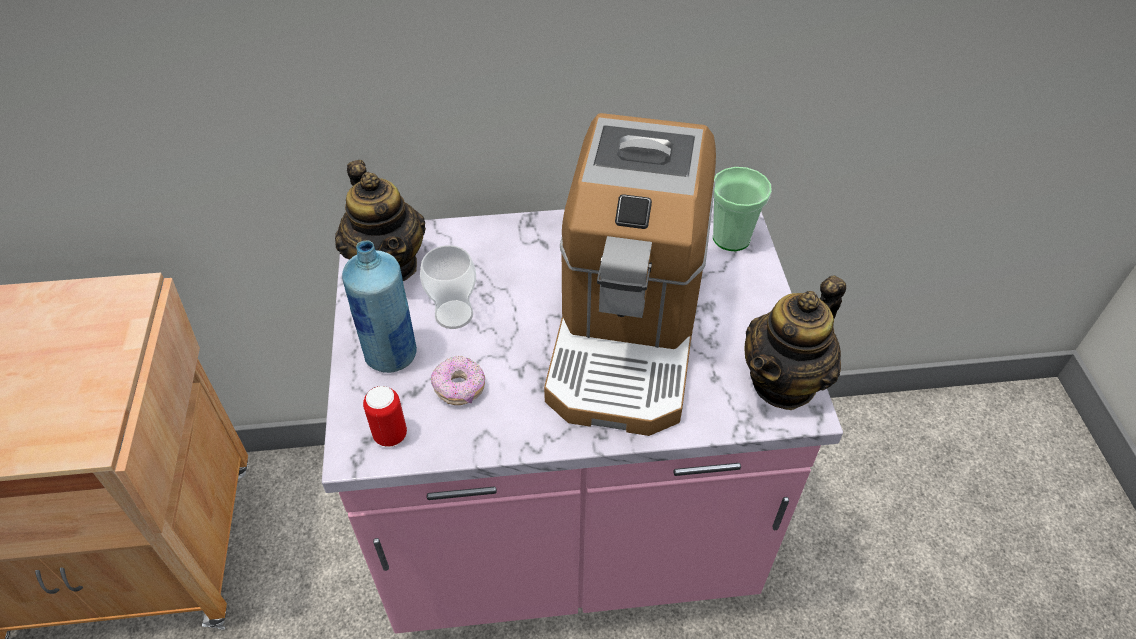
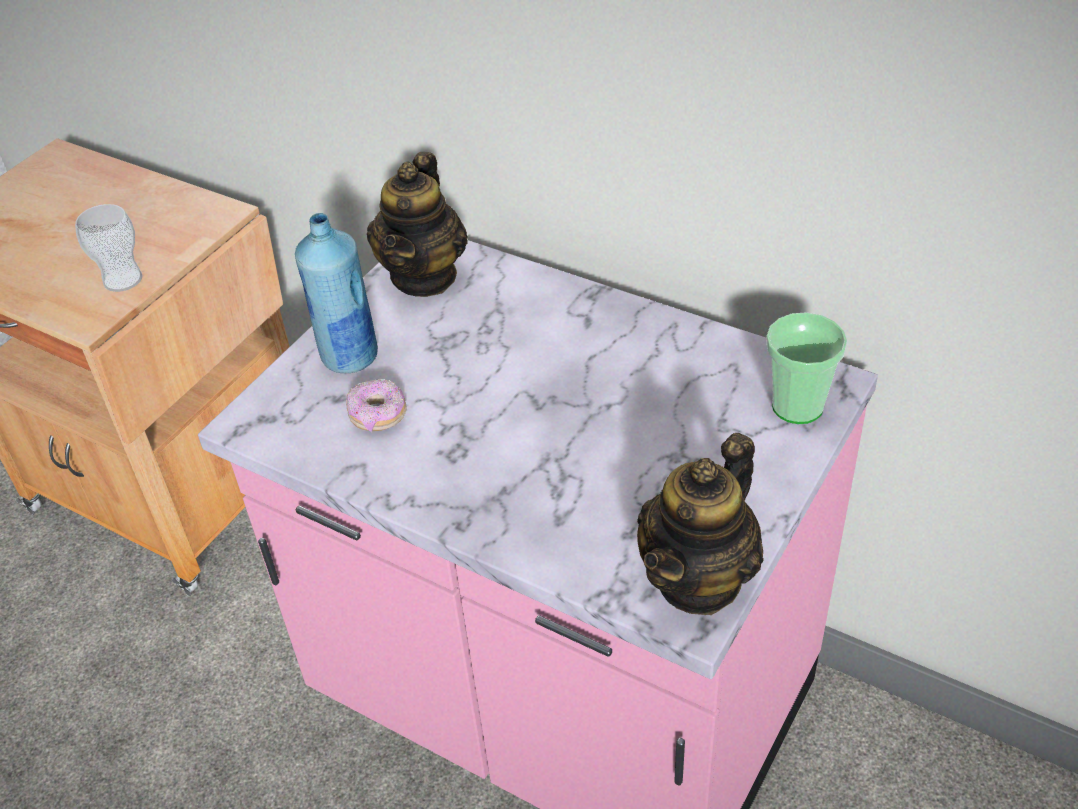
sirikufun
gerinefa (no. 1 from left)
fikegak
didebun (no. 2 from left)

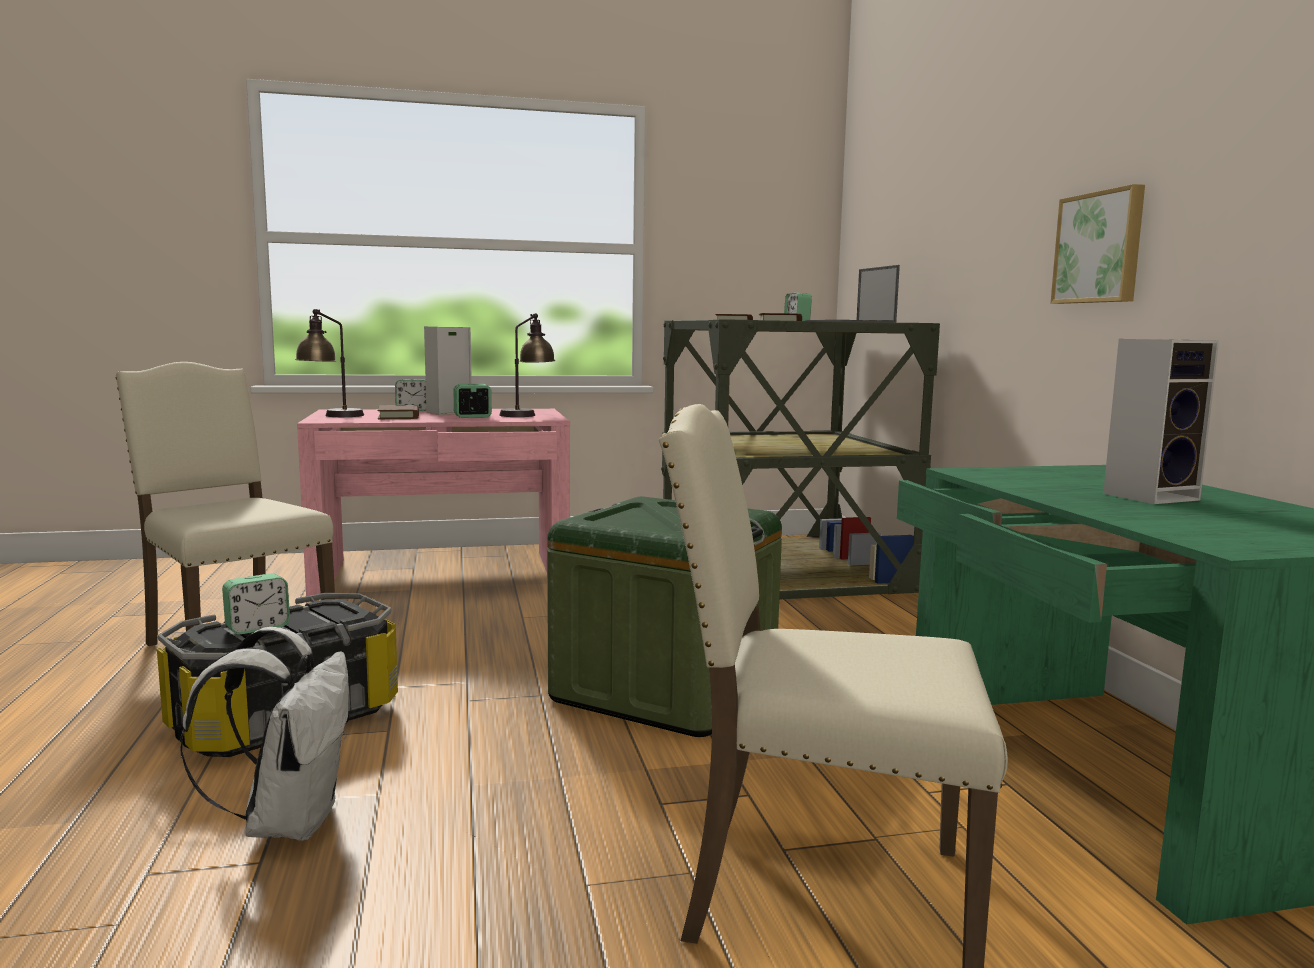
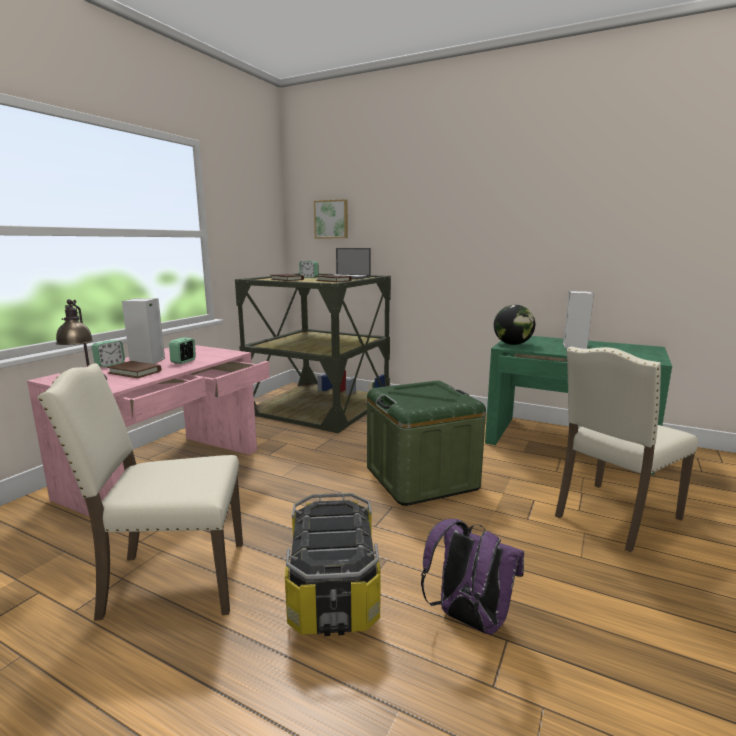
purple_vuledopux
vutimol (no. 1 from left in the first image)
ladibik (no. 2 from left in the first image)
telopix
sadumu

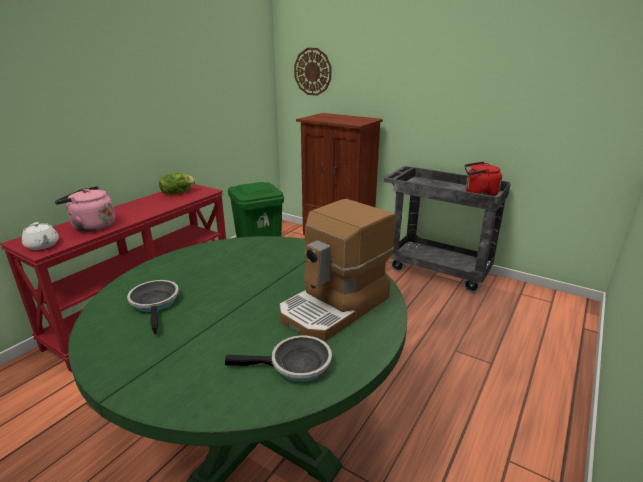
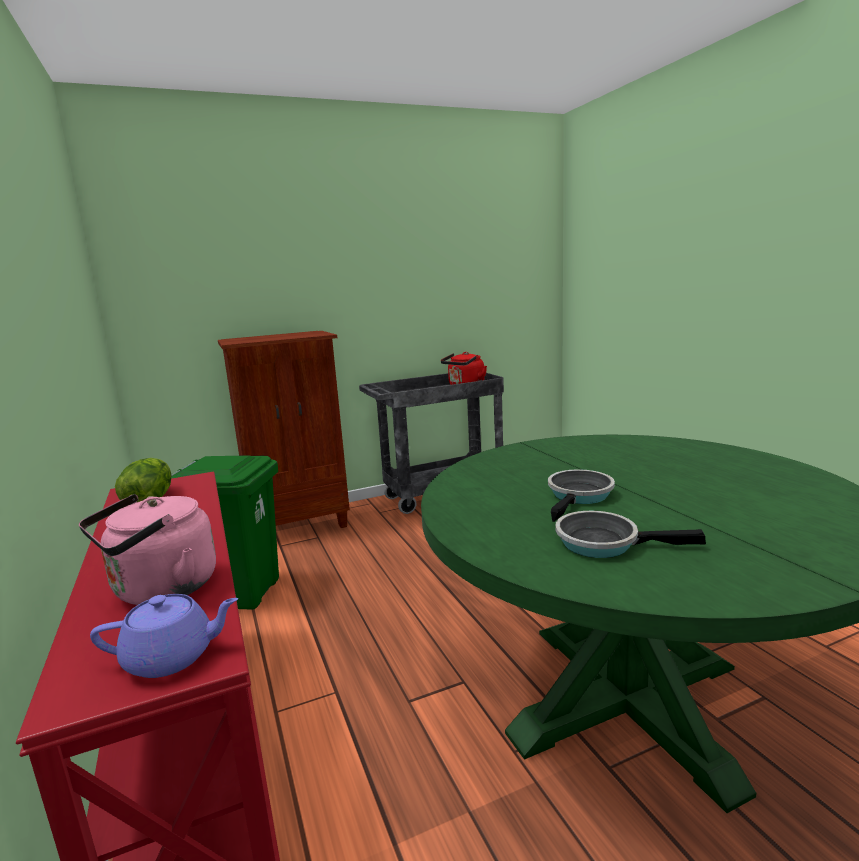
purple_didebun
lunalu (no. 1 from left)
fikegak
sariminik

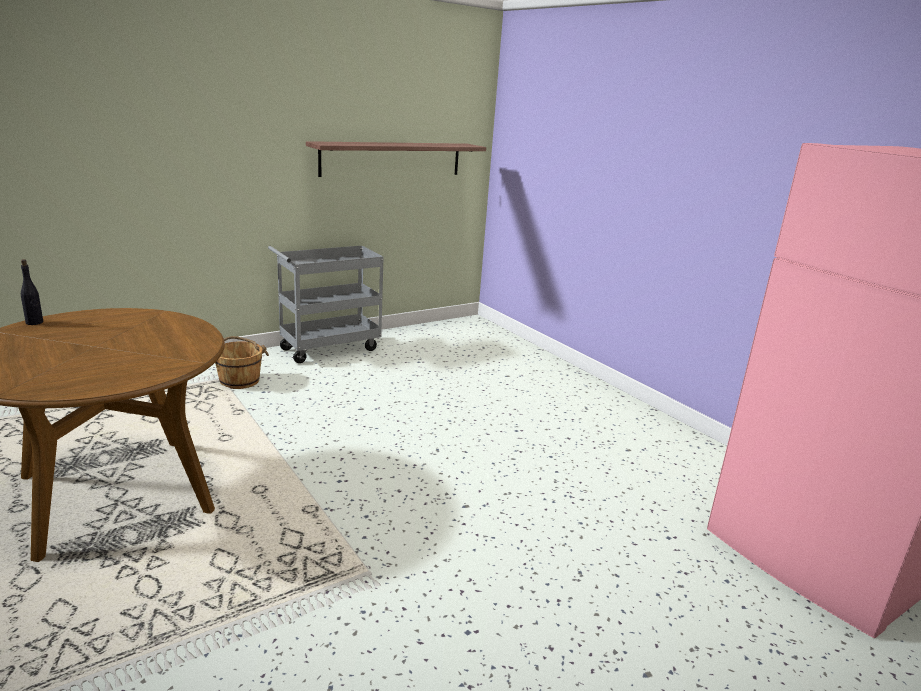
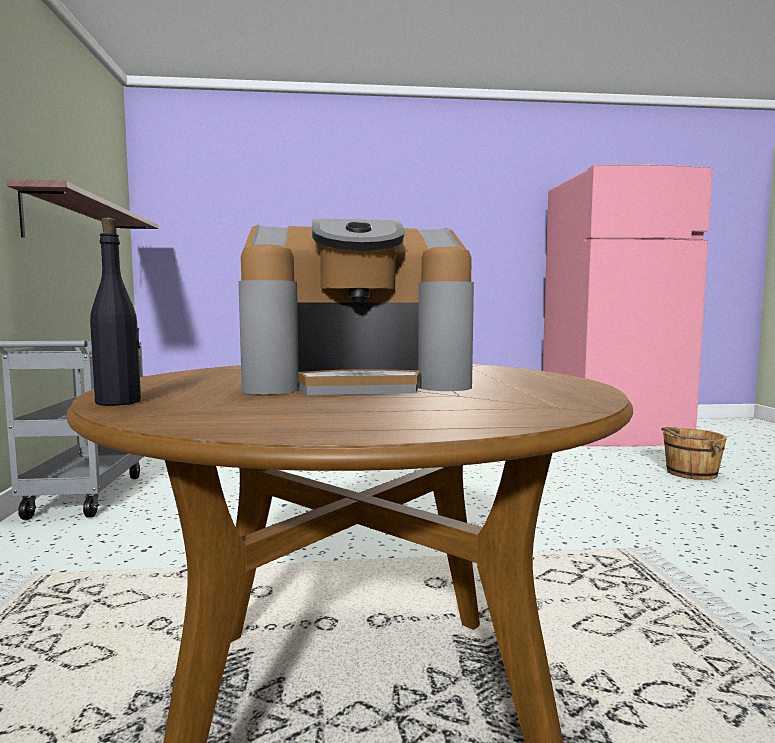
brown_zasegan
fikegak

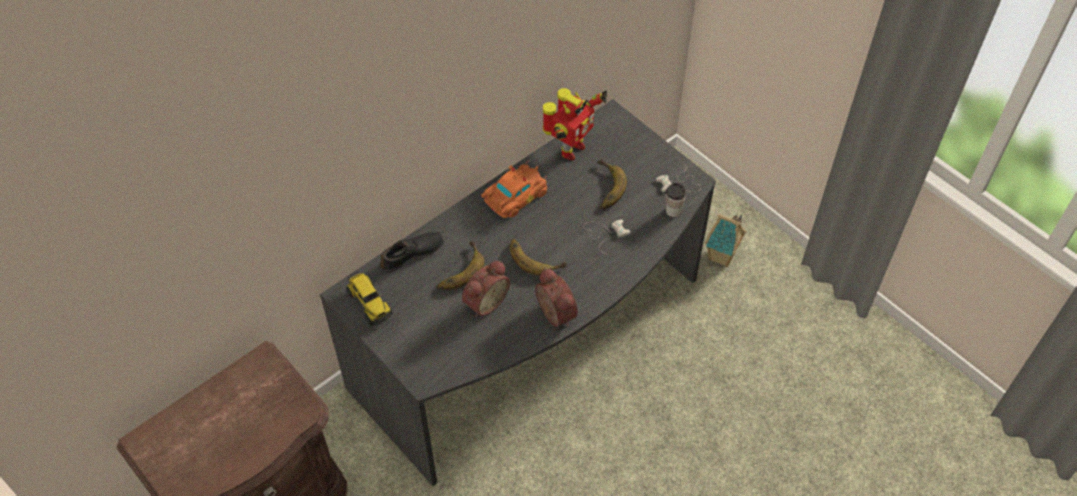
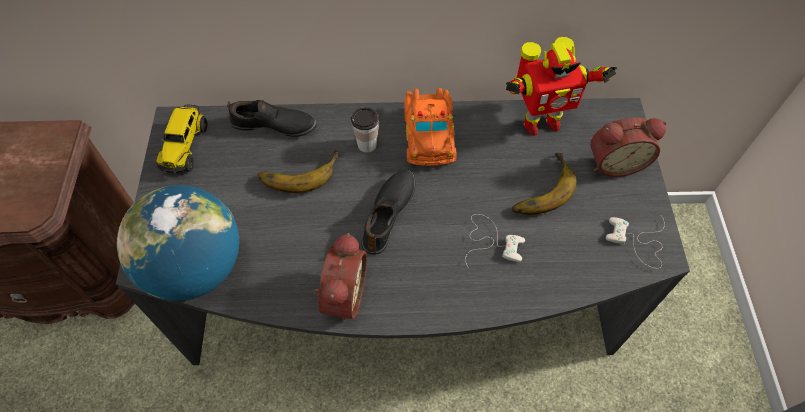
vutimol (no. 2 from left)
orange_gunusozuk
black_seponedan (no. 2 from left)
gerinefa
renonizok
sadumu

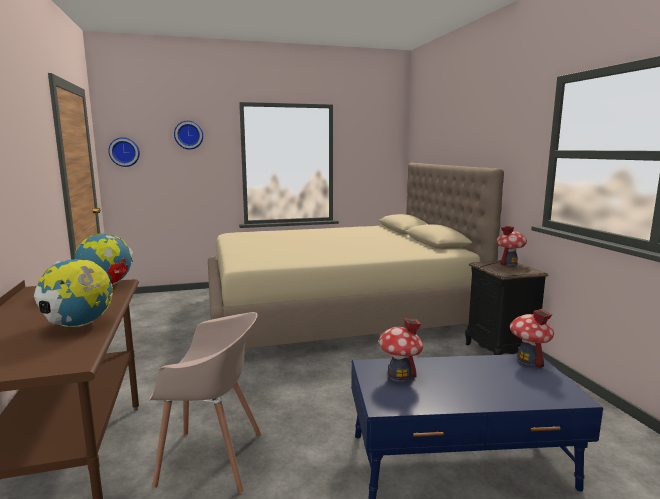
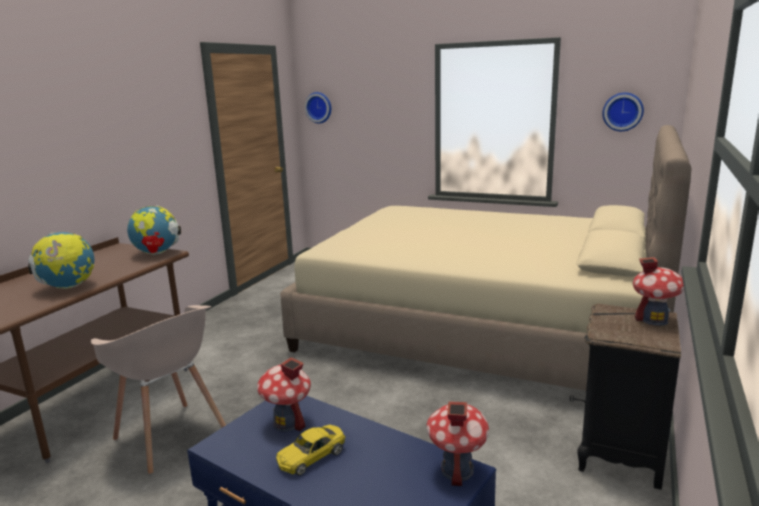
sariminik (no. 2 from left)
yellow_gunusozuk

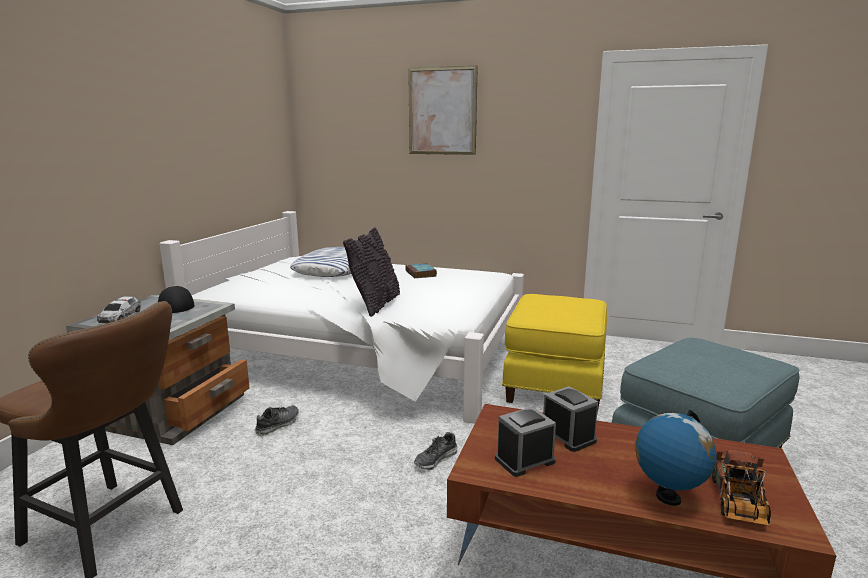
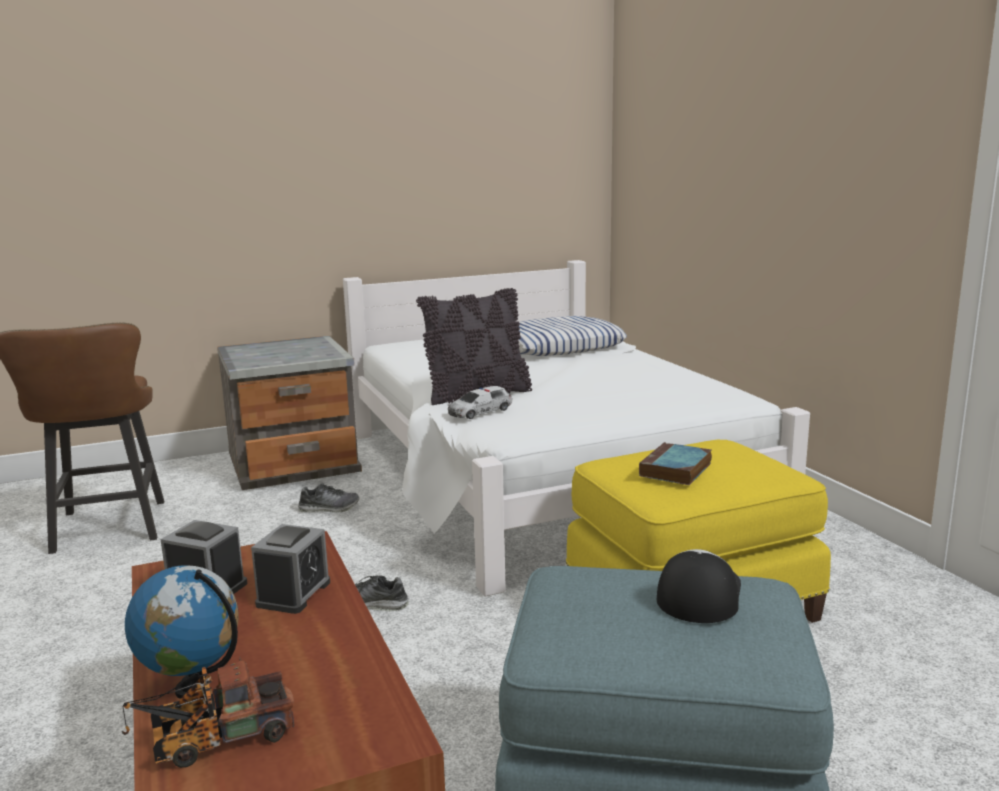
gunusozuk
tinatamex
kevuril
telopix

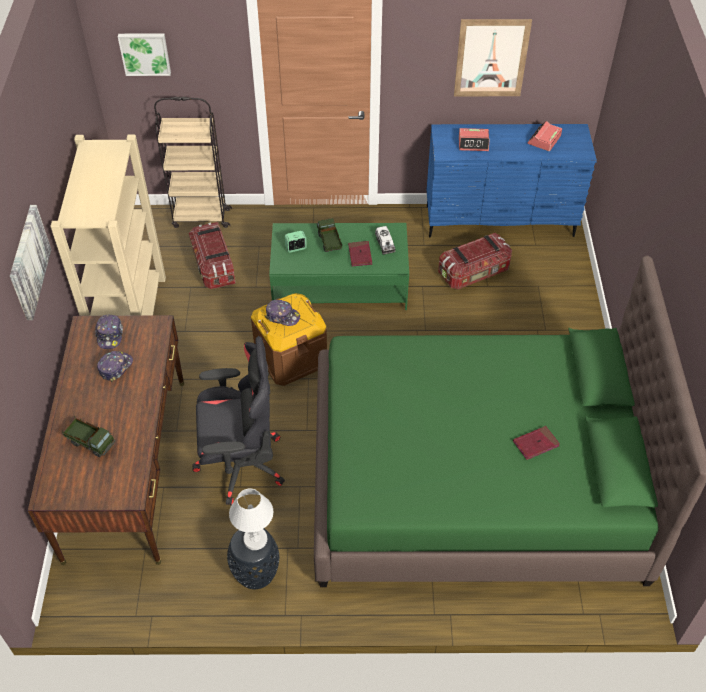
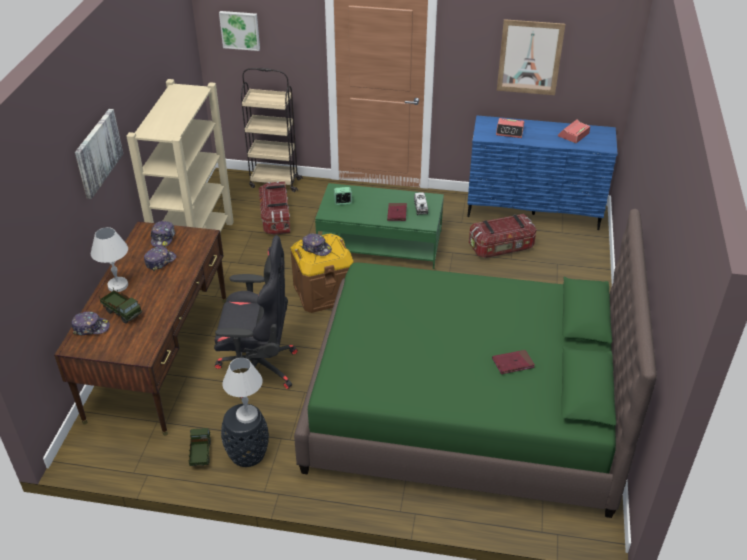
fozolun (no. 2 from left)
tinatamex (no. 1 from left)
white_ladibik (no. 1 from left)

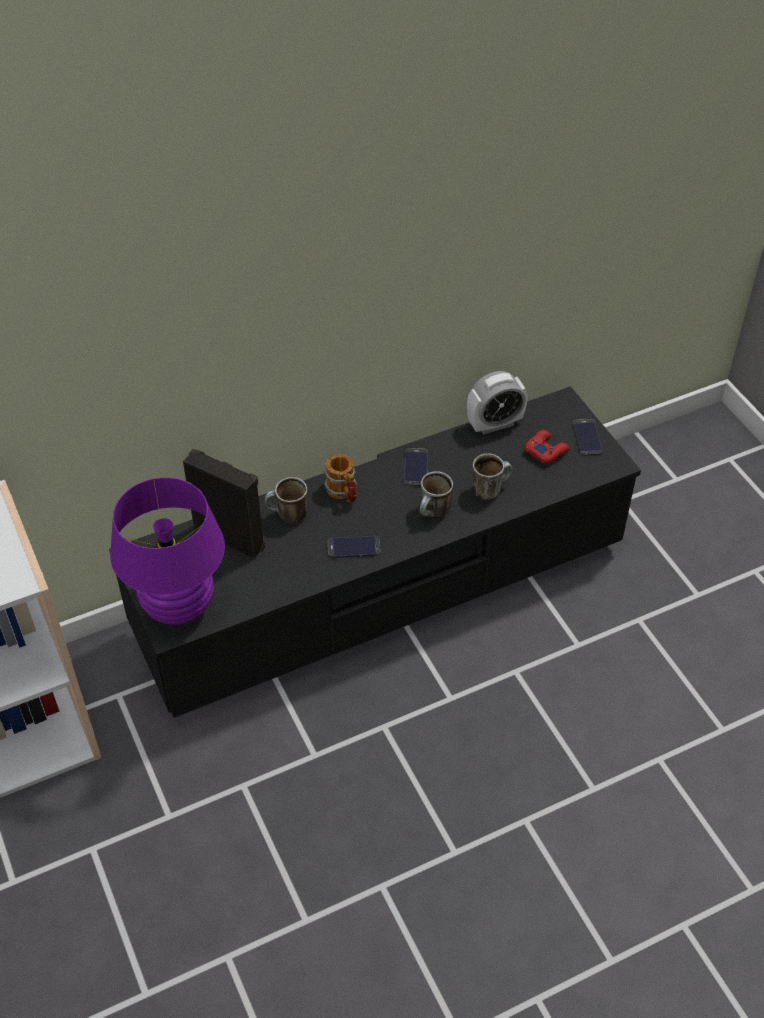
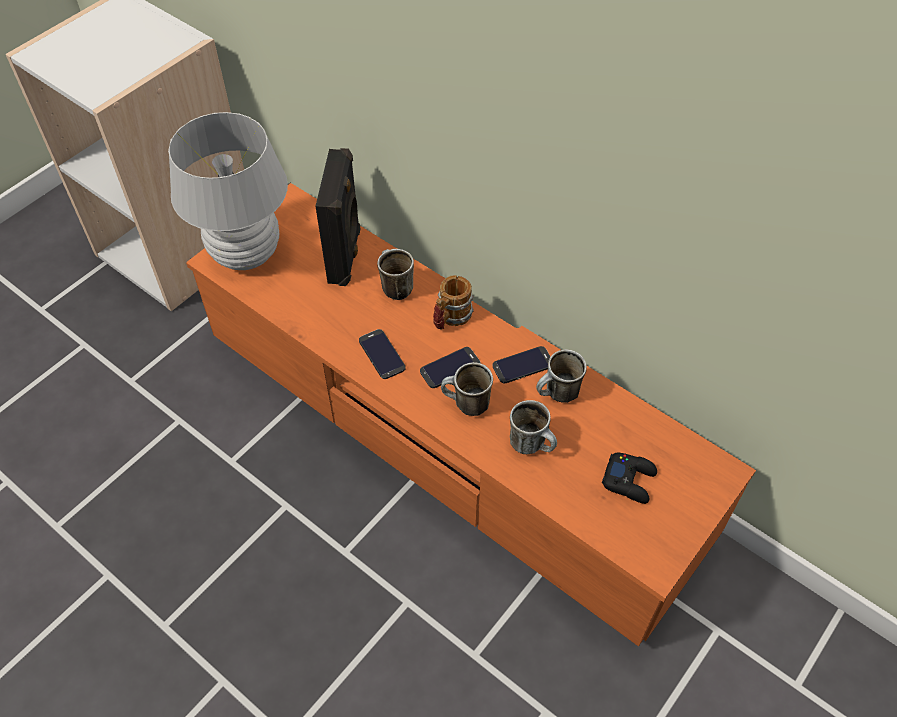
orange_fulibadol
white_ladibik
vutimol
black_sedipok
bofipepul (no. 2 from left)
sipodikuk (no. 5 from left)

